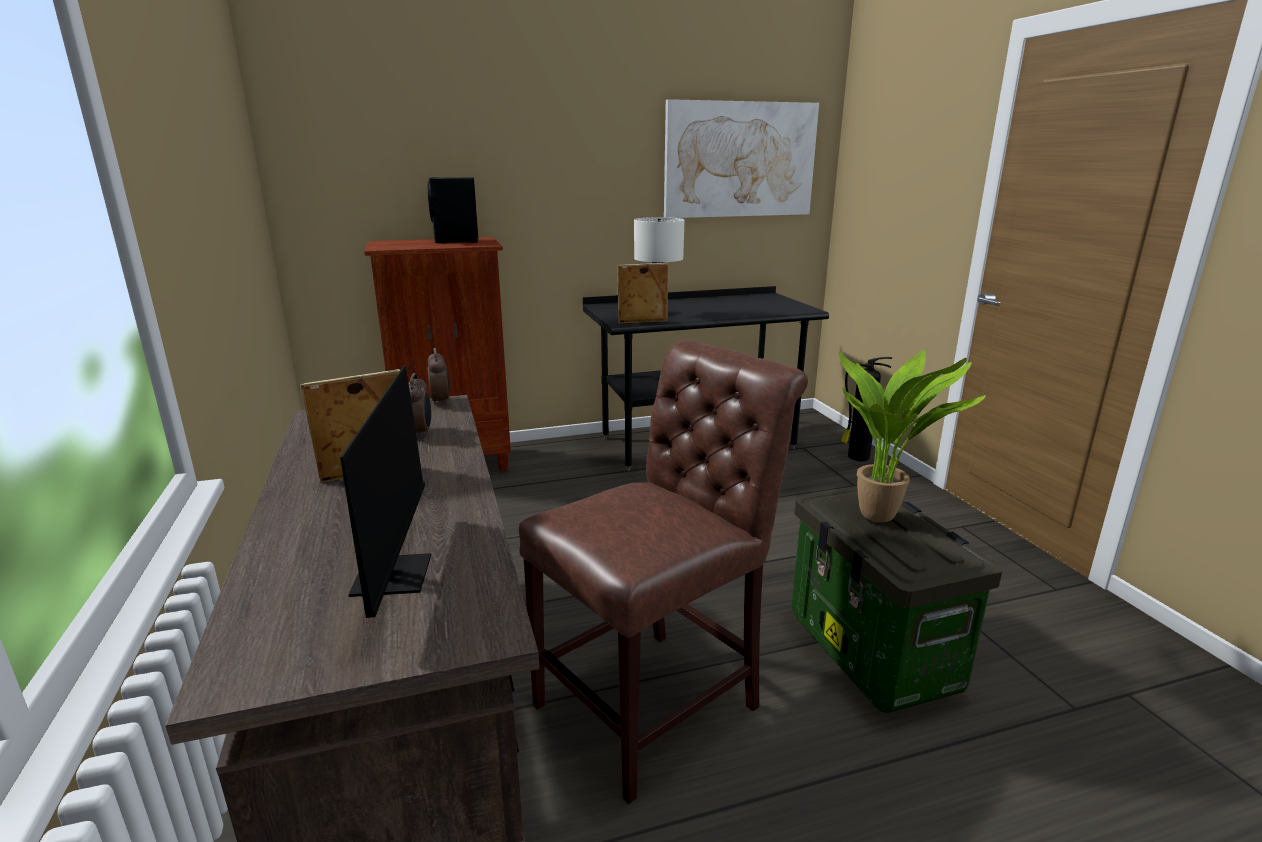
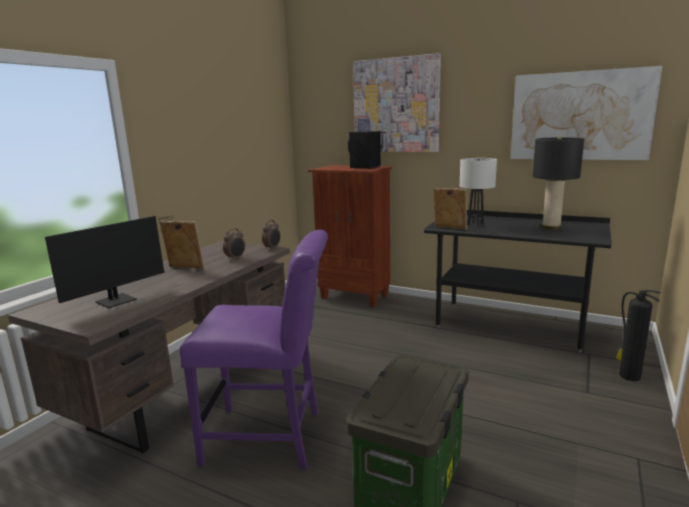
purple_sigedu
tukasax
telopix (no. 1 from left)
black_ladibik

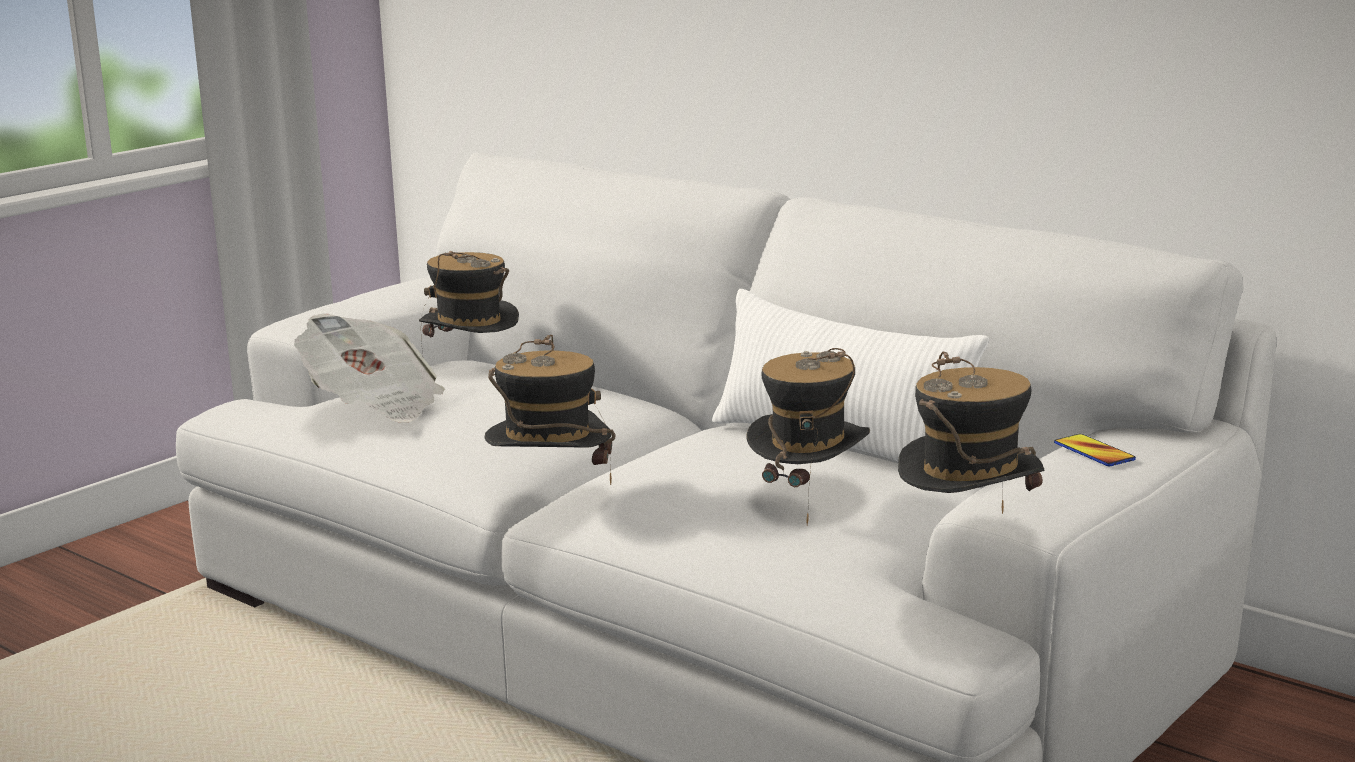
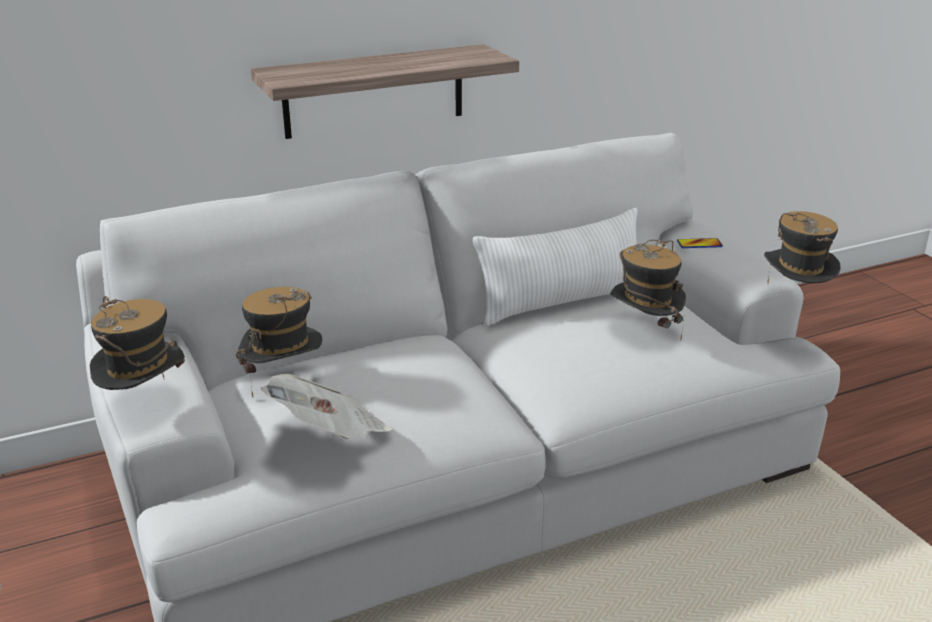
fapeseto (no. 1 from left)
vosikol

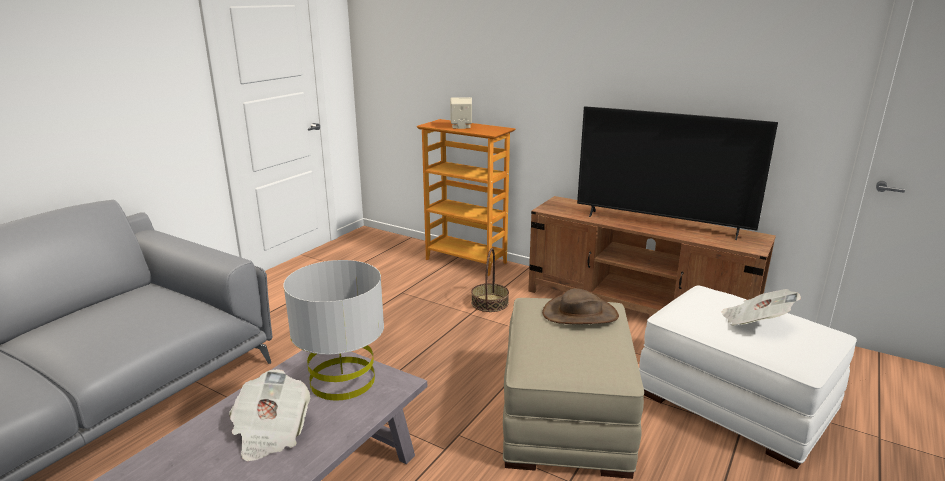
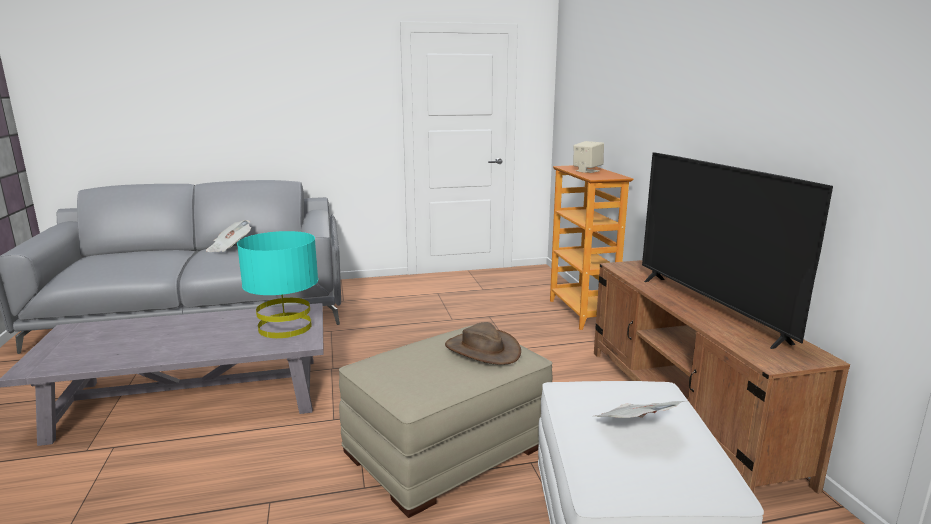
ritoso (no. 1 from left)
turquoise_ladibik
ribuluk

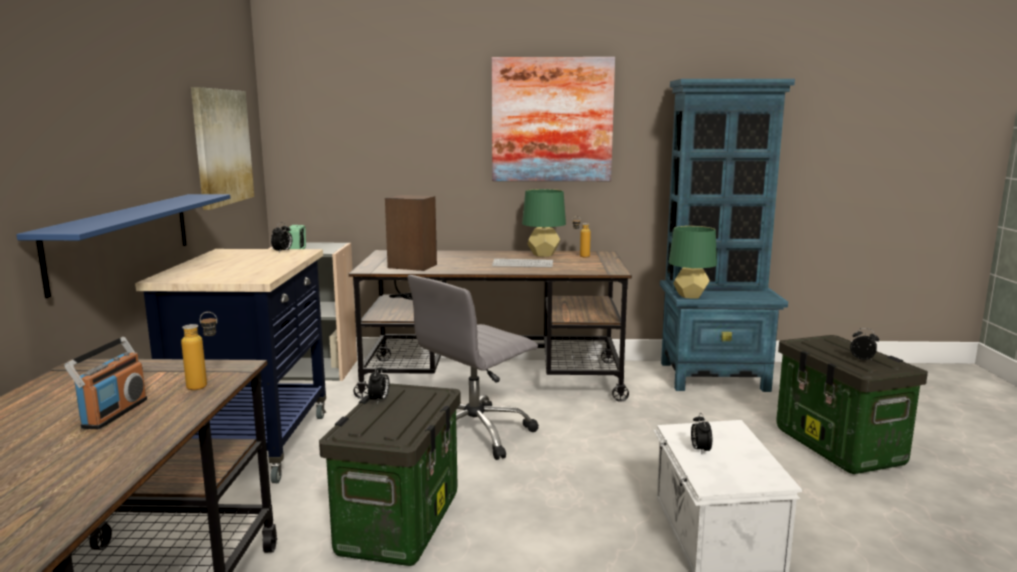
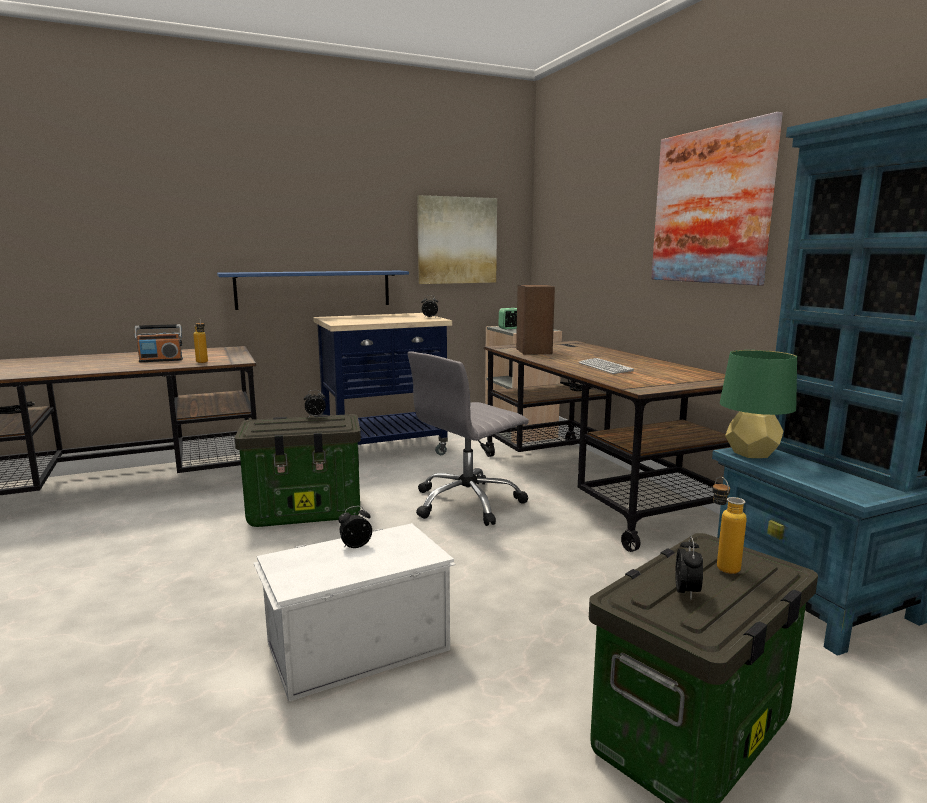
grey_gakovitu
green_ladibik (no. 1 from left in the first image)
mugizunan (no. 2 from left)

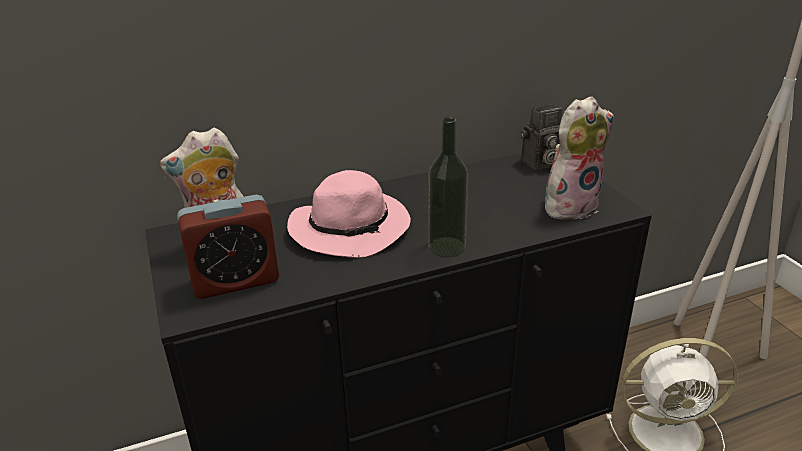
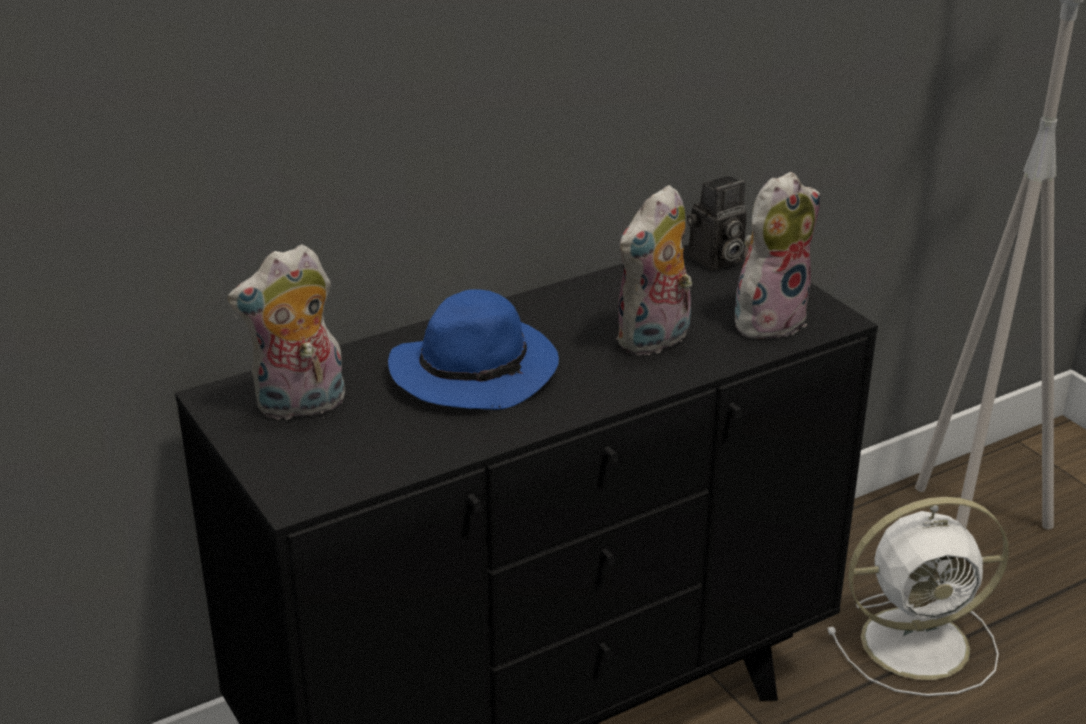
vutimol
blue_fapeseto
mugizunan
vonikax (no. 2 from left)

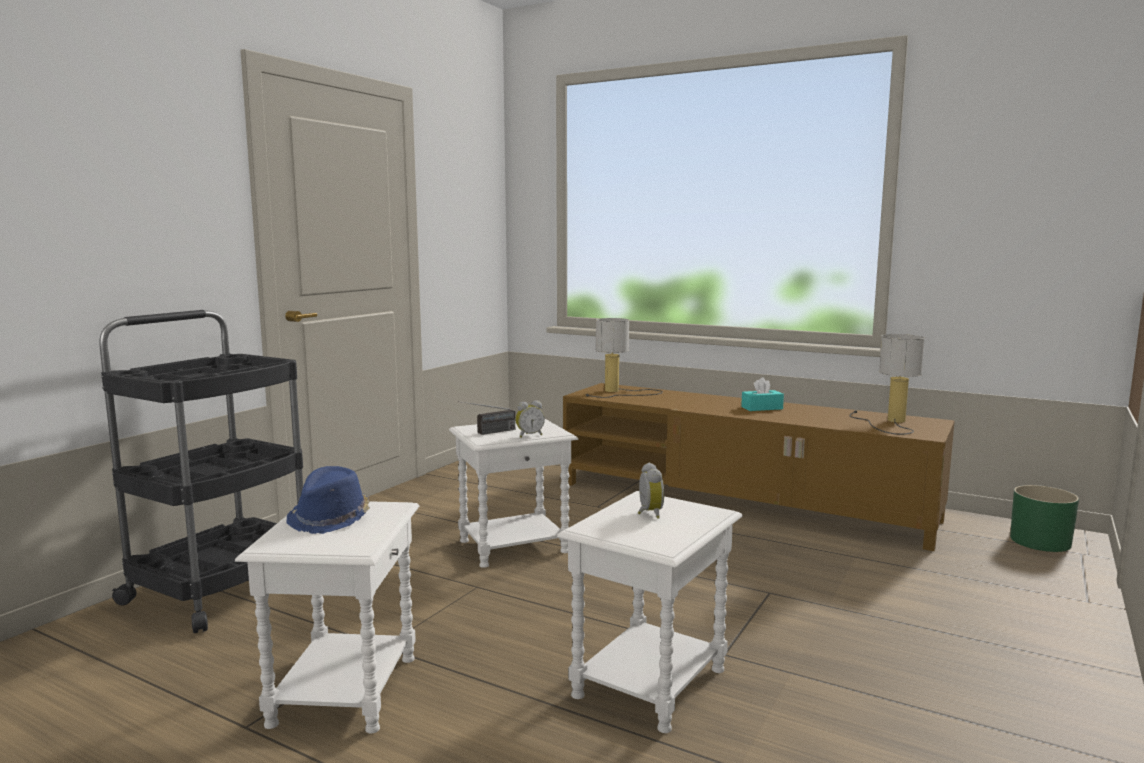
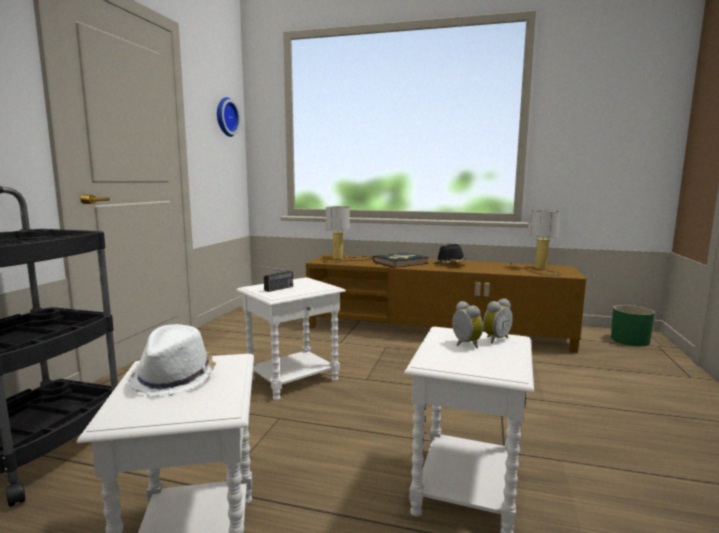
white_fapeseto
vutimol (no. 2 from left)
black_fapeseto
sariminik
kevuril

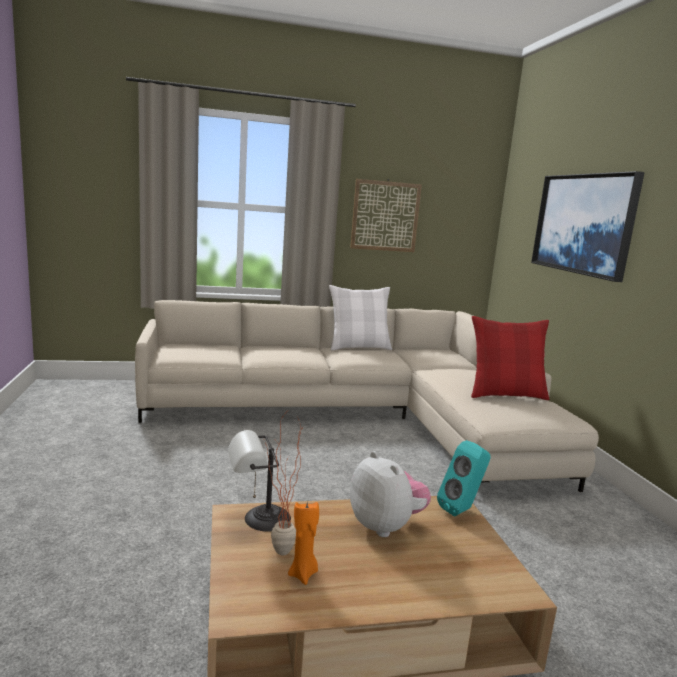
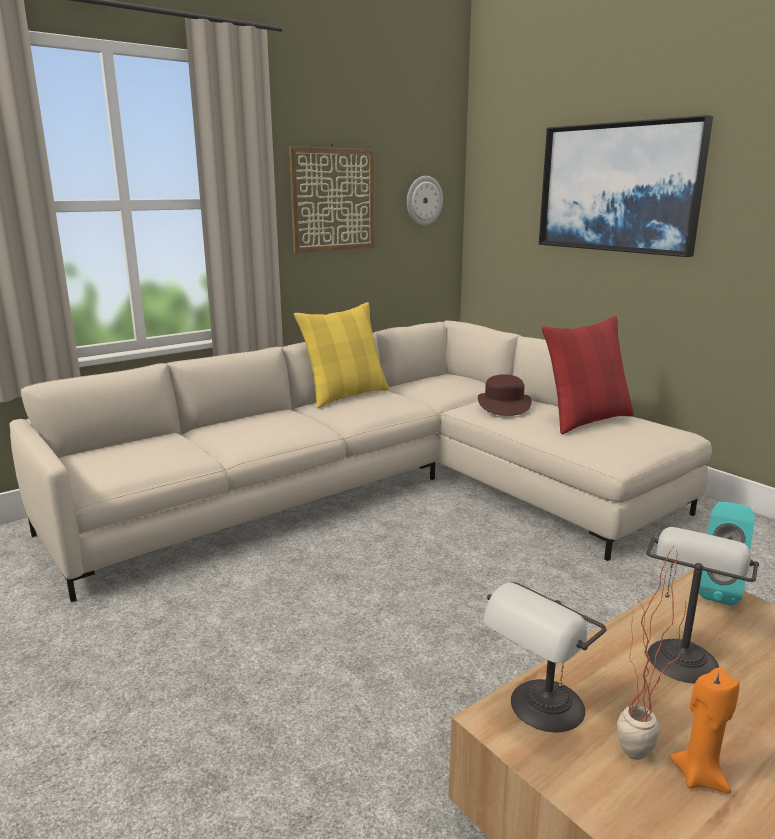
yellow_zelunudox
ladibik (no. 2 from left)
sariminik
brown_fapeseto

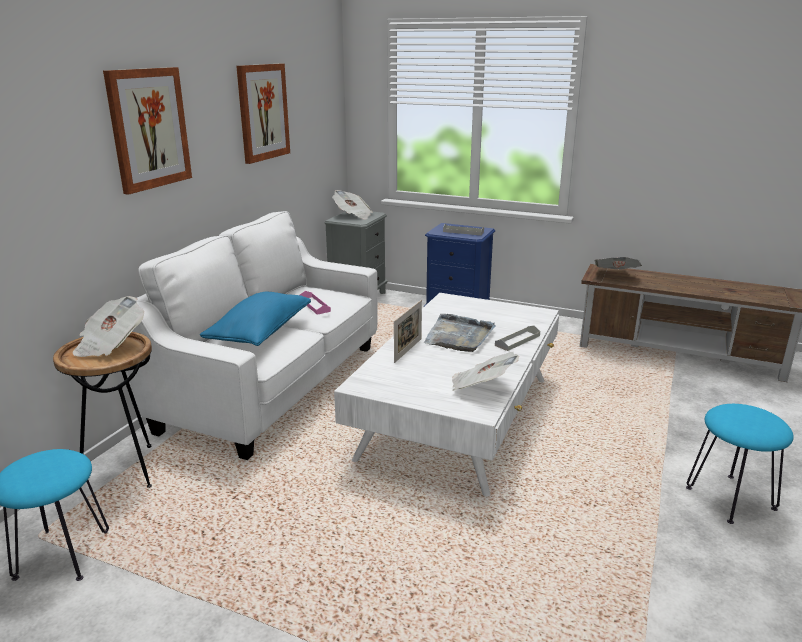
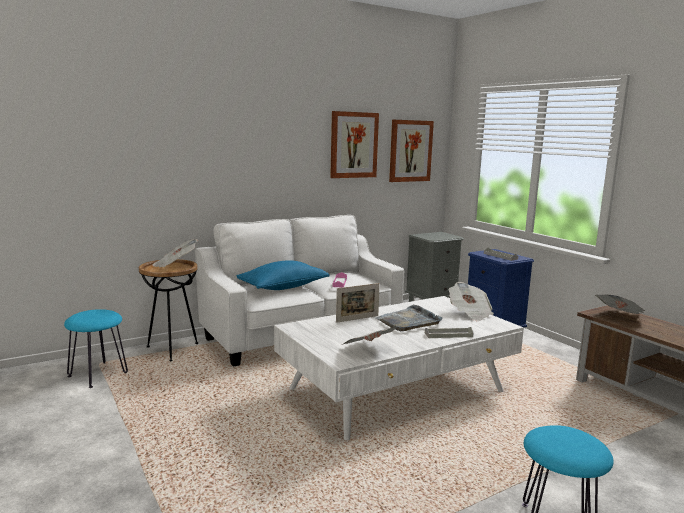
telopix (no. 2 from left)
ritoso (no. 3 from left)

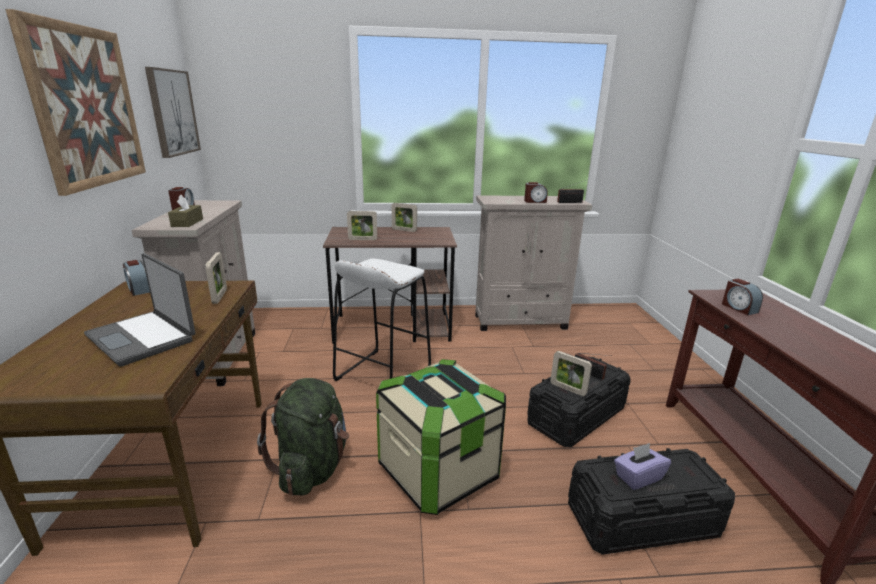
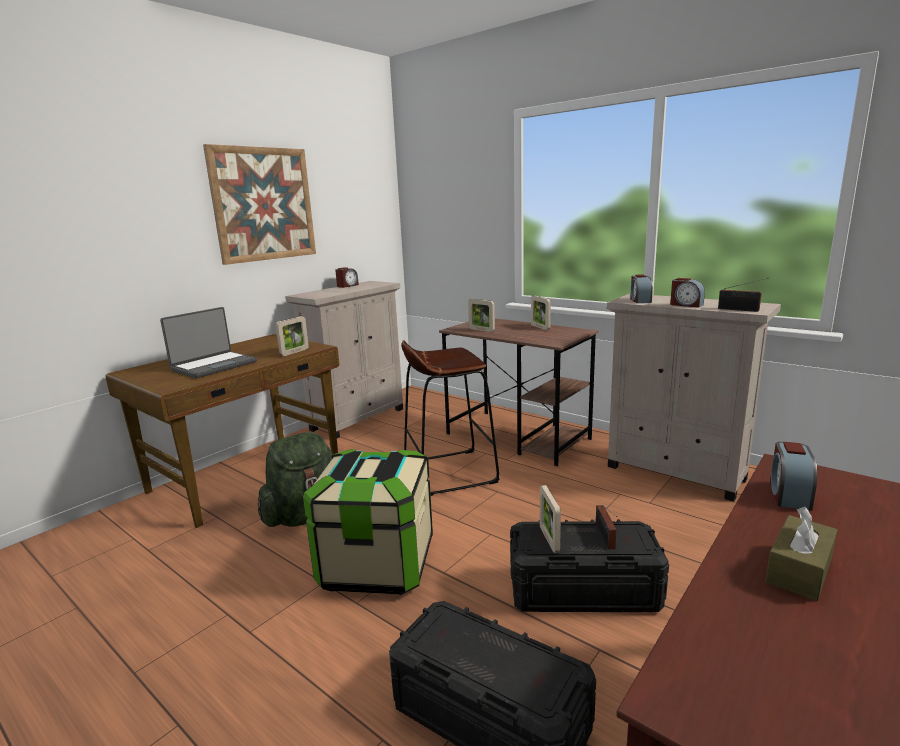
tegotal
vutimol (no. 2 from left)
telopix (no. 2 from left in the first image)
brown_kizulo
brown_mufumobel
purple_kizulo

